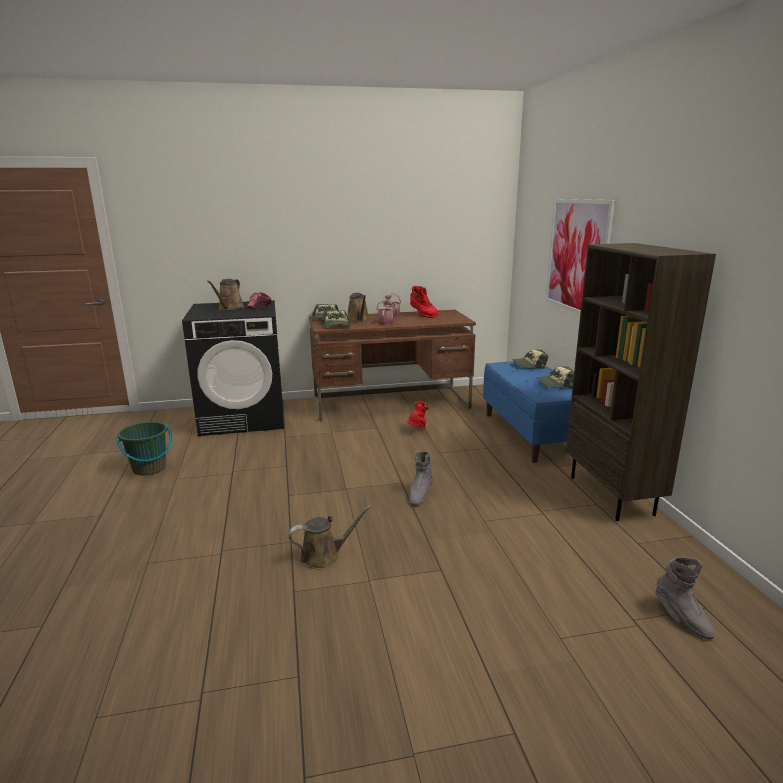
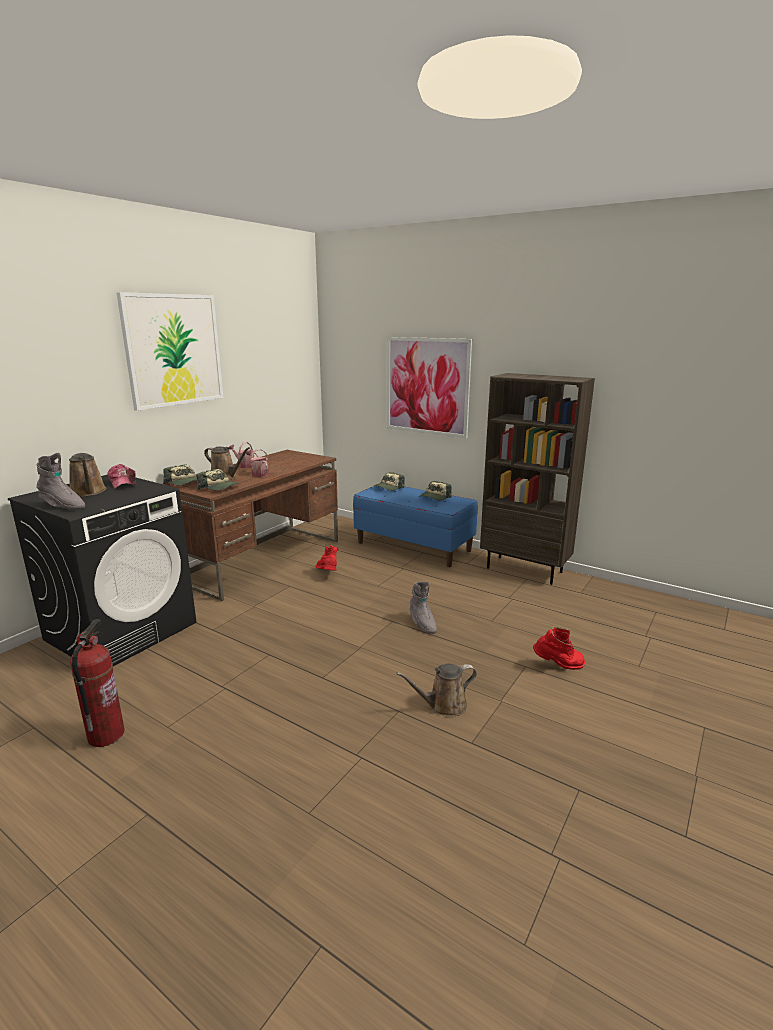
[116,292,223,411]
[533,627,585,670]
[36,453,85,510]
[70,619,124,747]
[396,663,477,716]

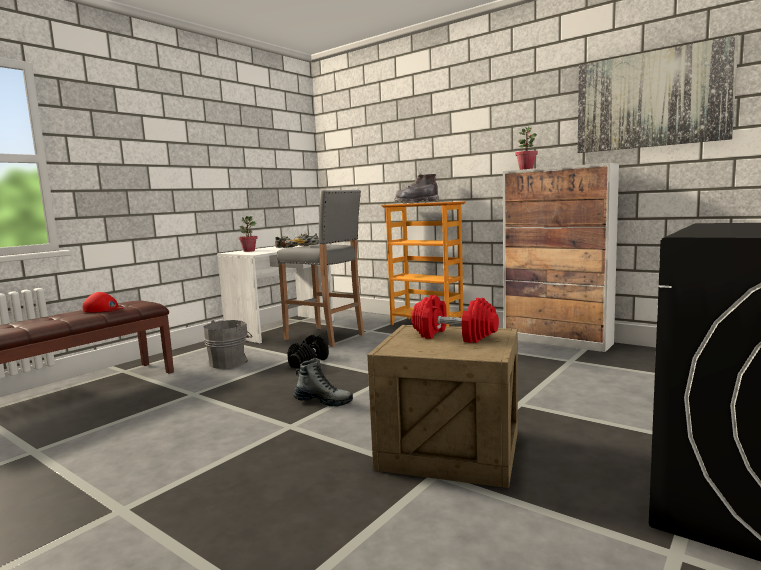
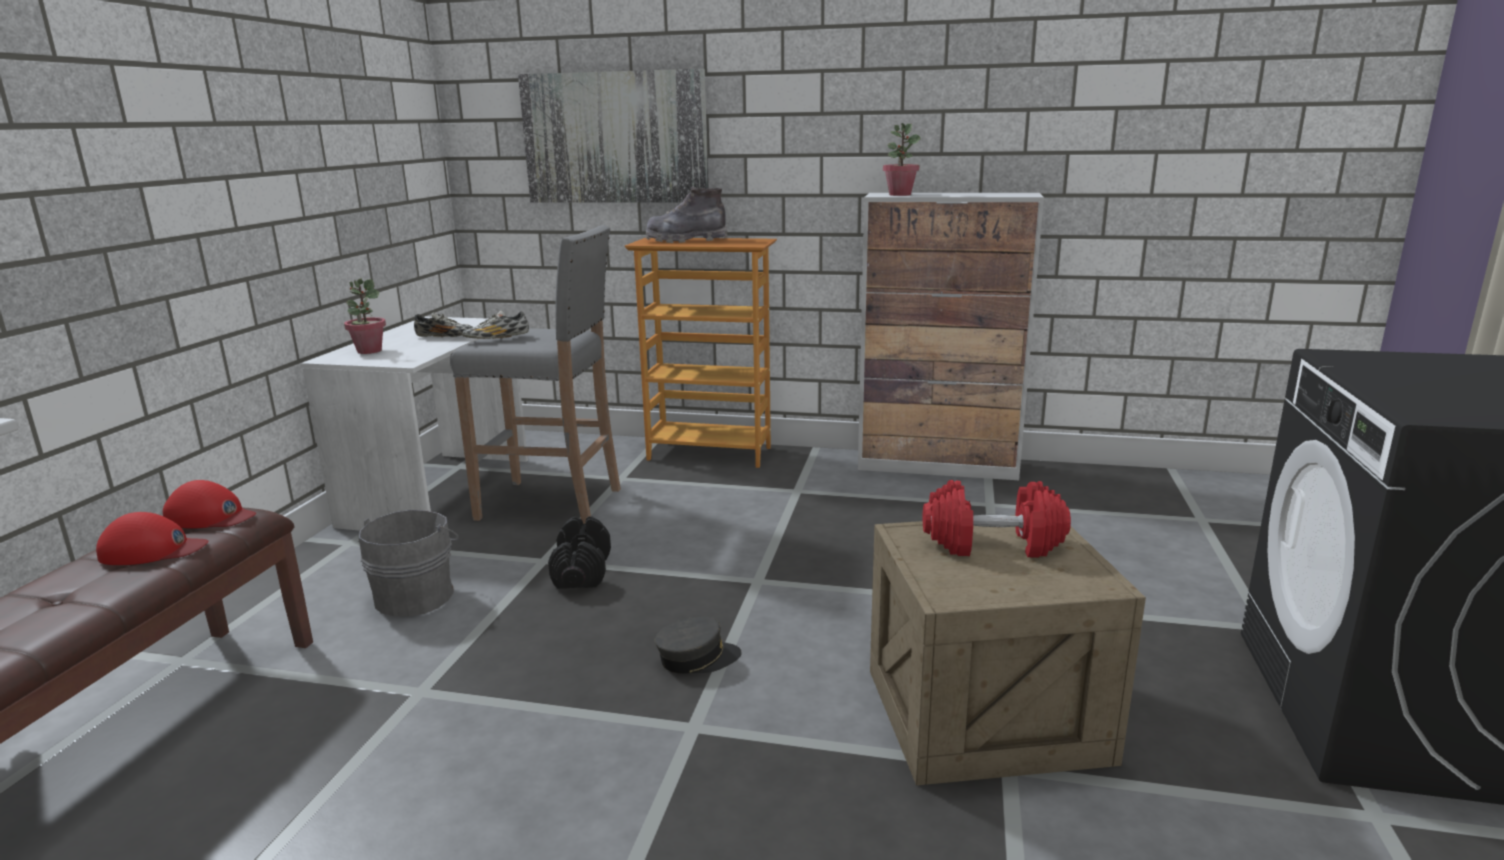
[163,480,256,529]
[518,69,709,203]
[655,616,742,674]

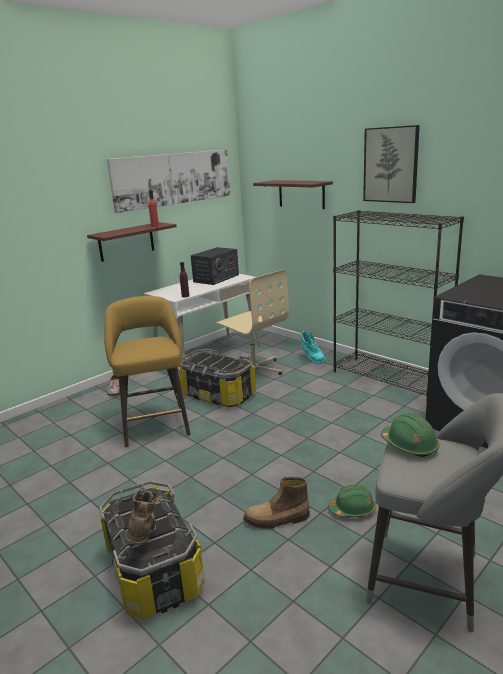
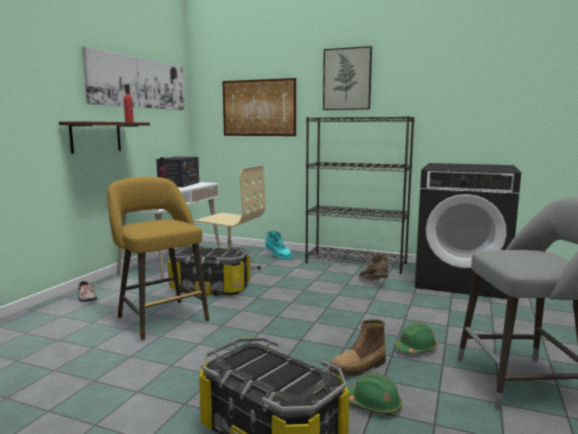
[358,253,388,280]
[348,373,402,415]
[222,78,296,136]

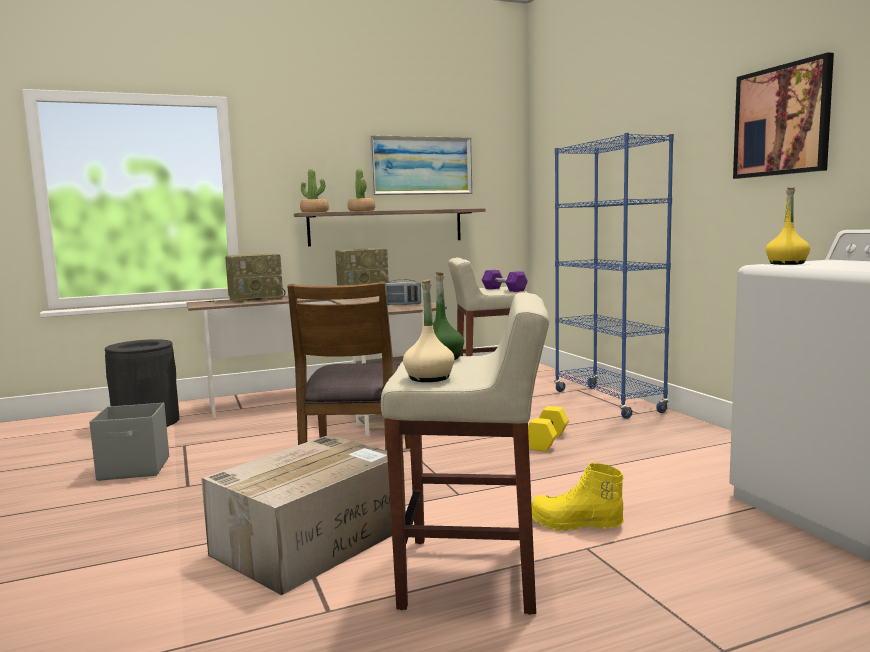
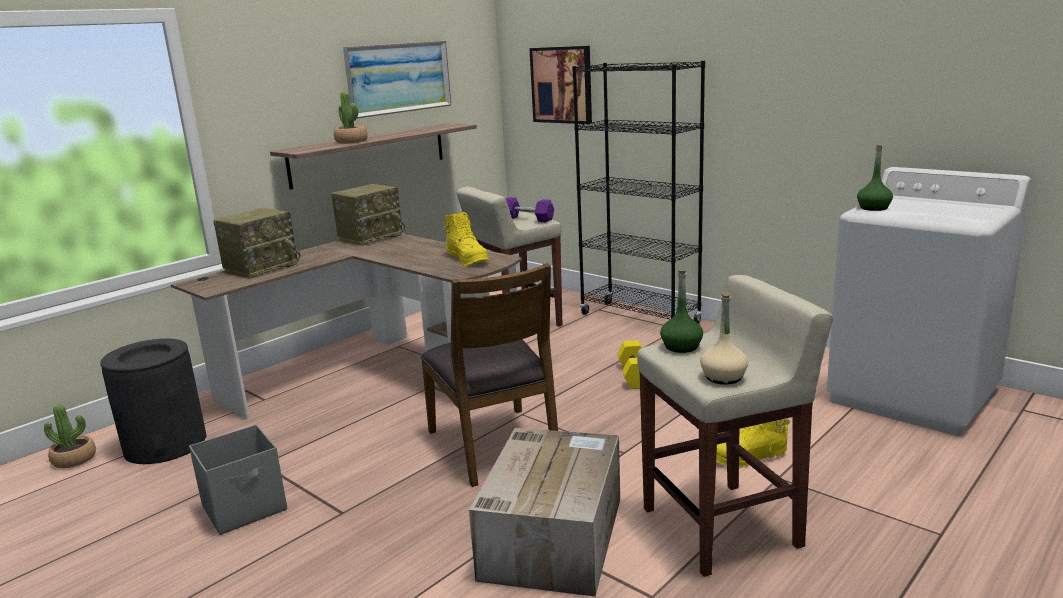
[44,404,96,468]
[529,46,592,124]
[444,212,489,265]
[572,61,705,324]
[857,144,893,211]

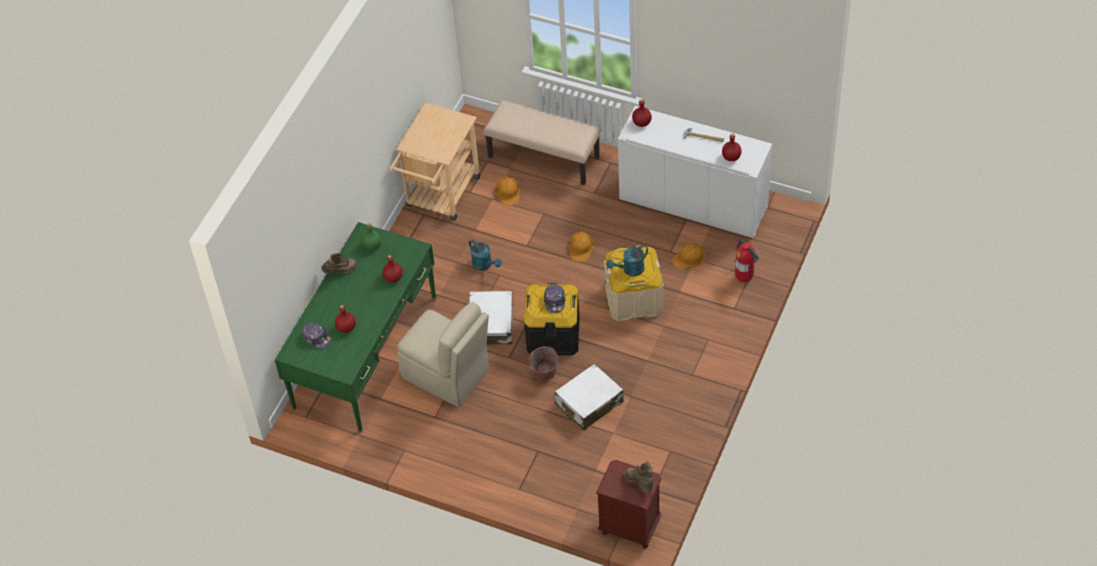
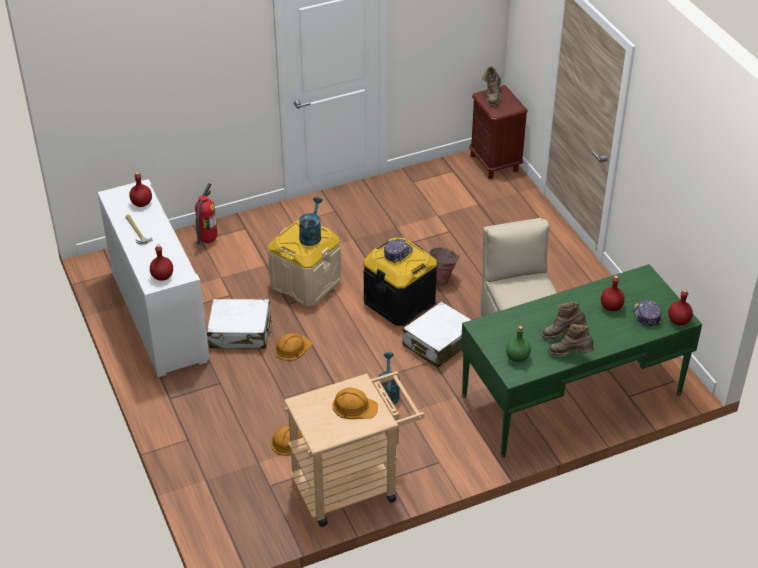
[484,100,601,185] (first image)
[542,302,587,339]
[668,289,693,325]
[207,299,272,349]
[332,387,378,419]
[299,197,323,246]

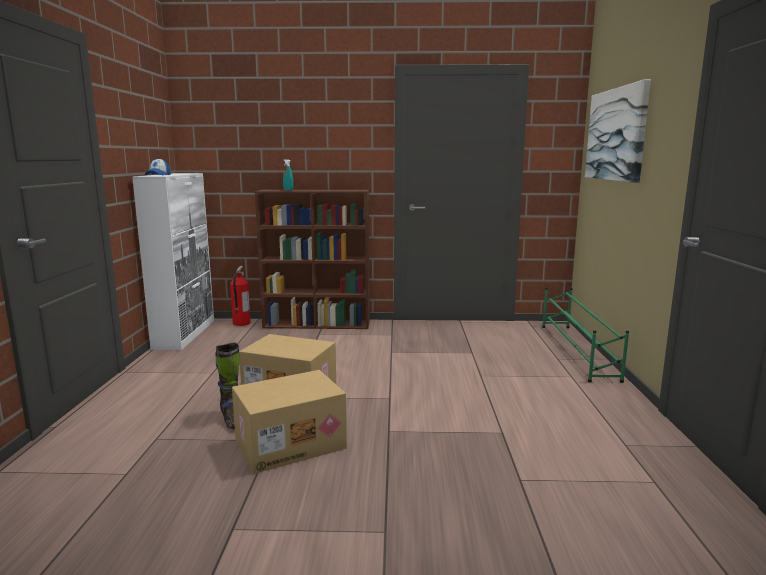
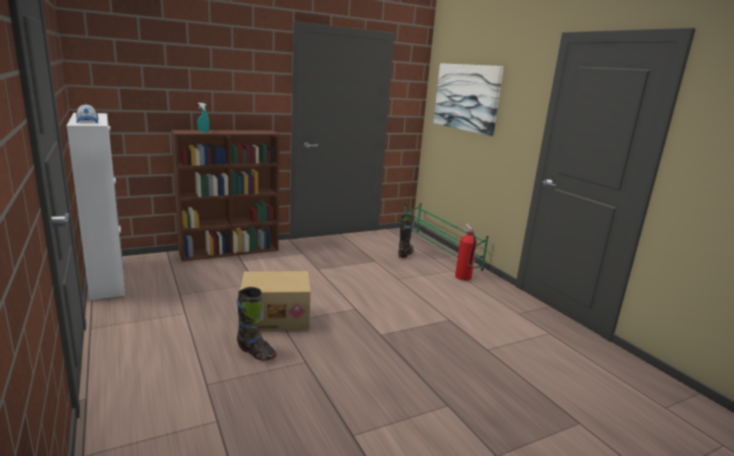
[232,370,347,474] (first image)
[398,215,415,258]
[455,224,477,281]

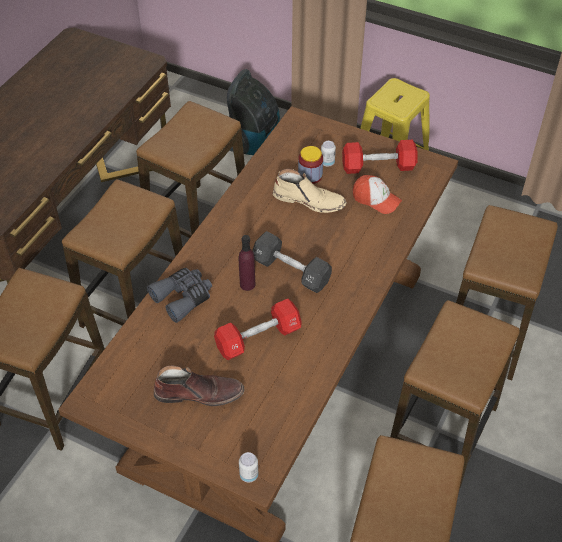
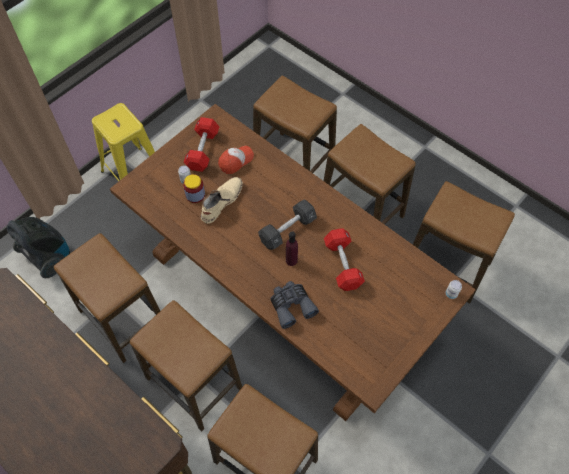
[154,365,244,406] (first image)

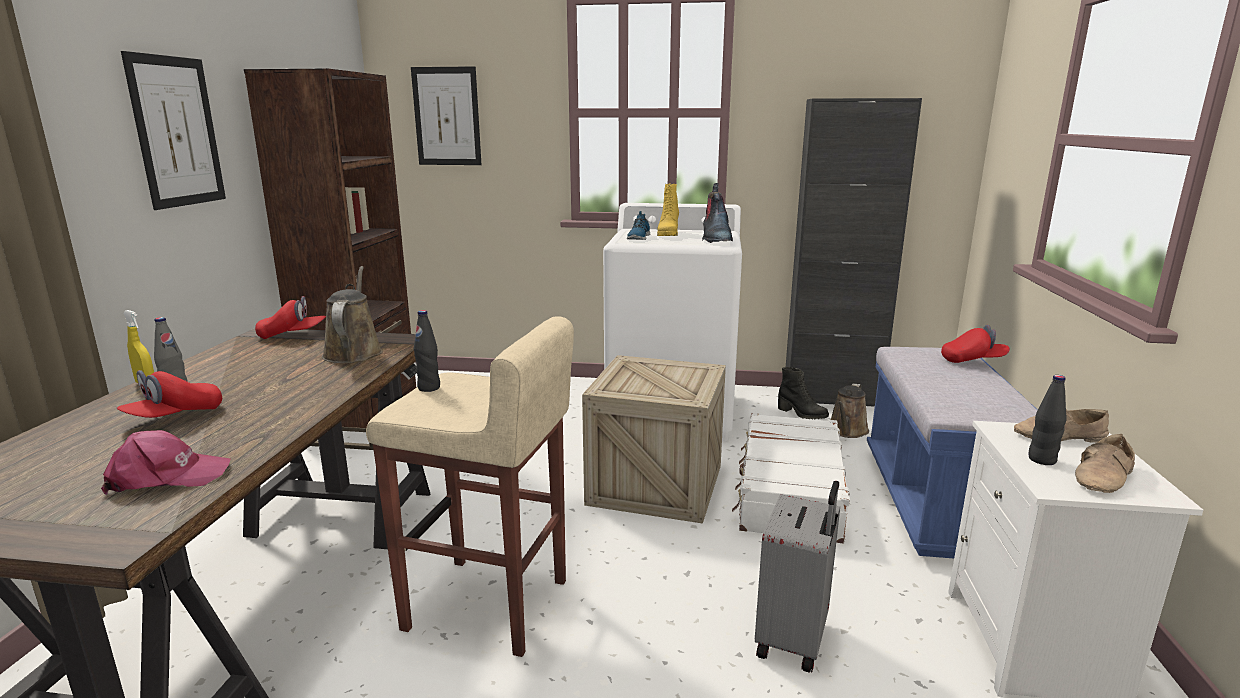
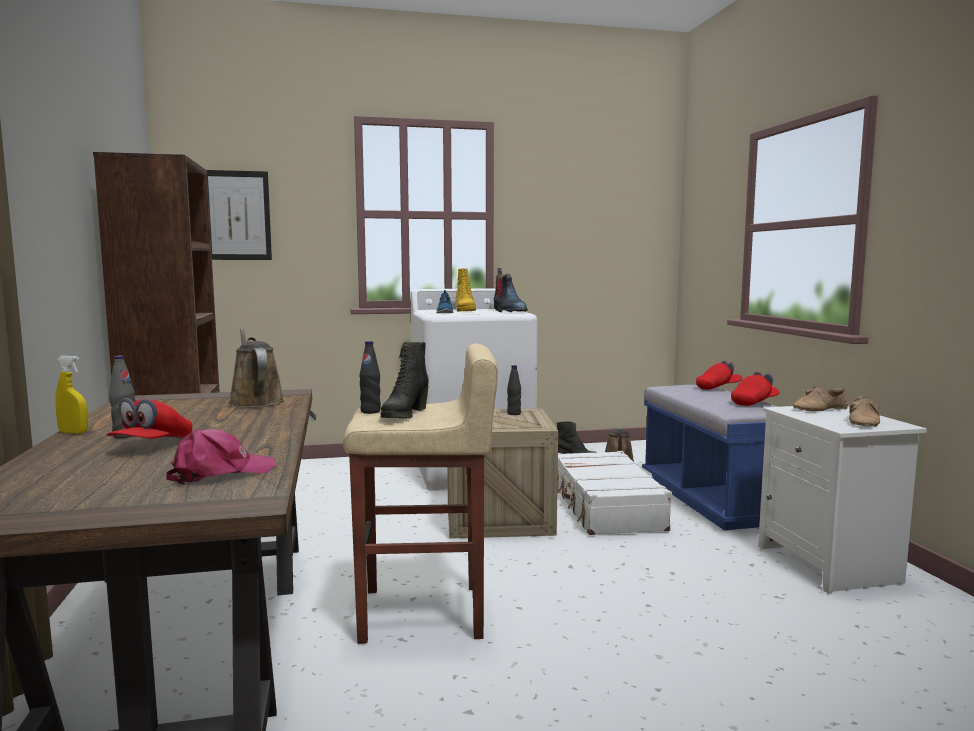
[121,51,226,210] (first image)
[755,481,840,672] (first image)
[786,98,922,407] (first image)
[380,342,429,418]
[731,372,780,406]
[507,365,521,415]

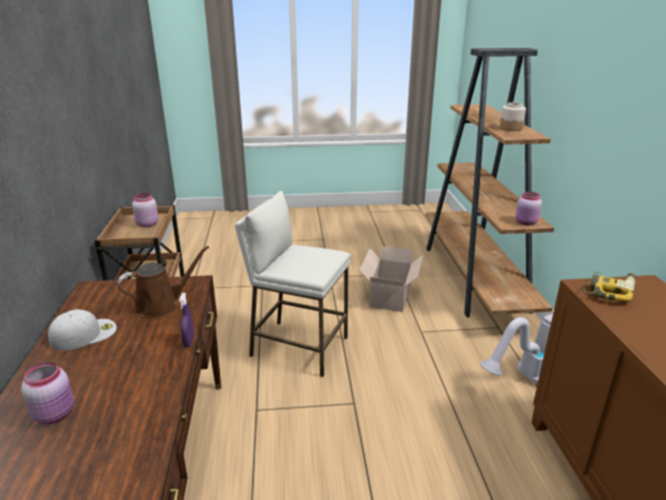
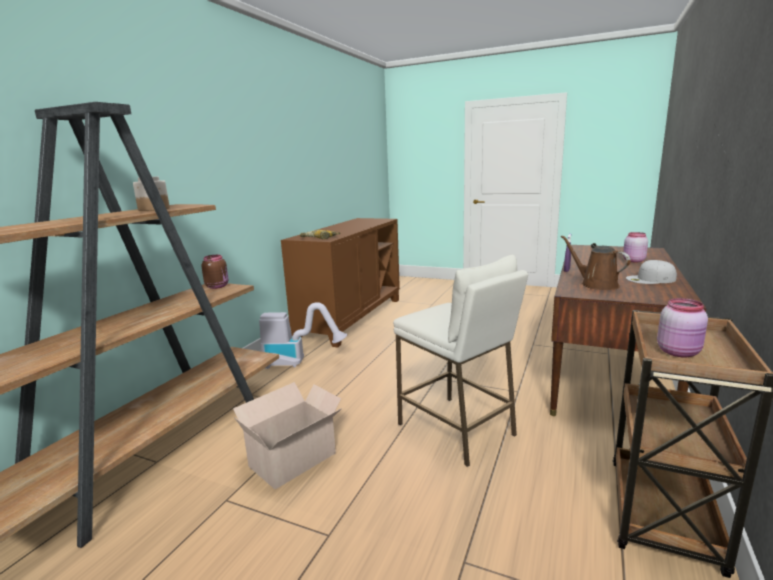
[201,255,228,289]
[561,235,631,290]

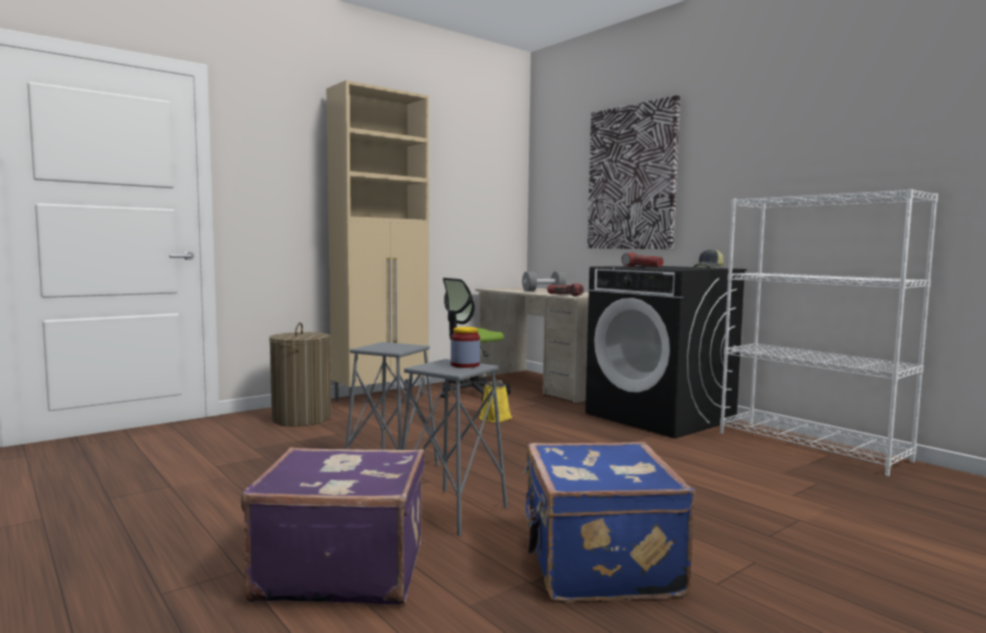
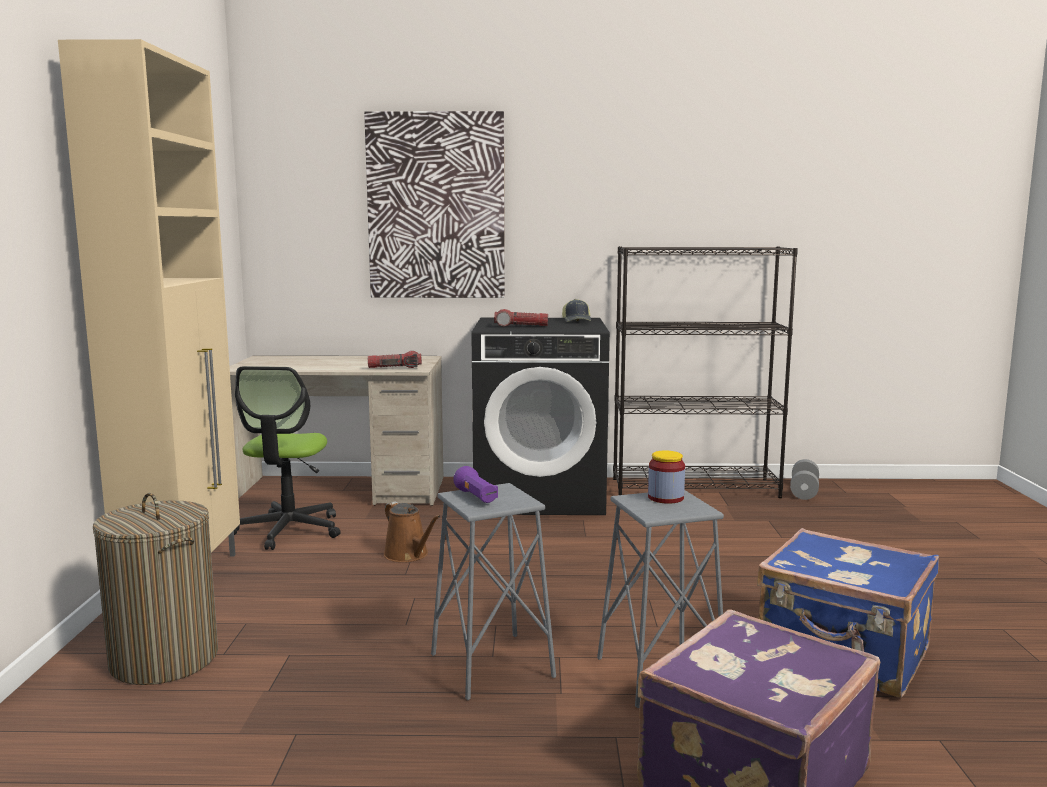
[453,466,498,503]
[790,459,819,500]
[384,502,440,562]
[613,246,798,498]

